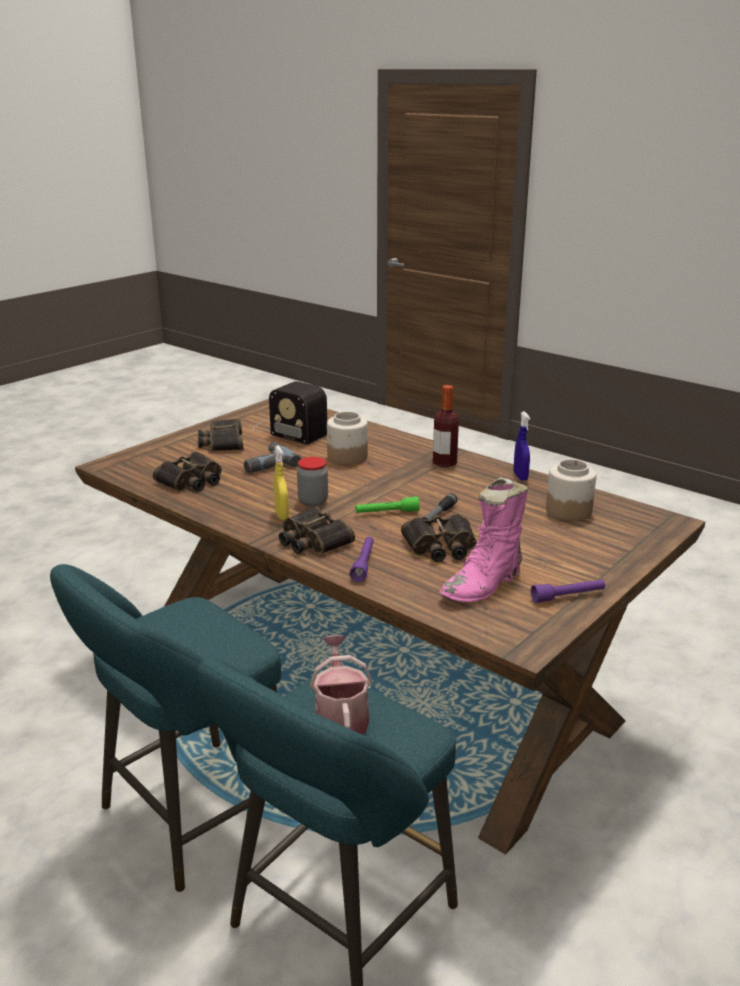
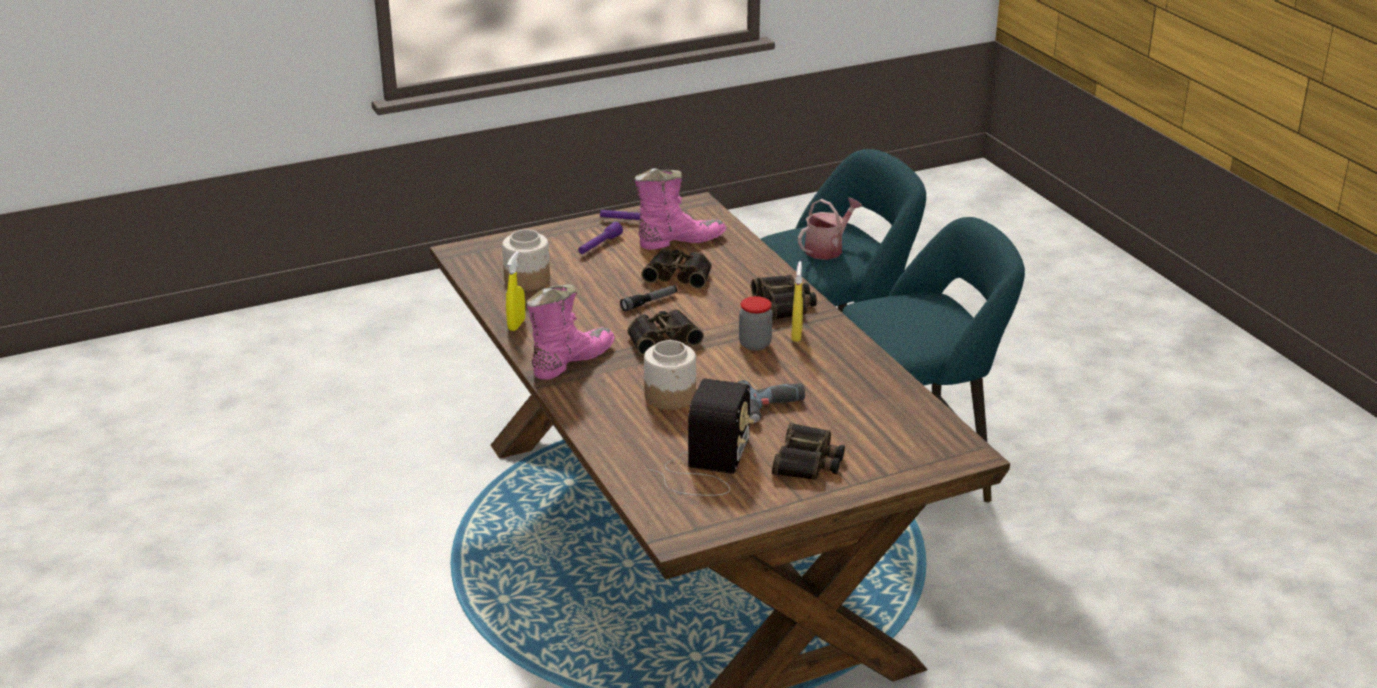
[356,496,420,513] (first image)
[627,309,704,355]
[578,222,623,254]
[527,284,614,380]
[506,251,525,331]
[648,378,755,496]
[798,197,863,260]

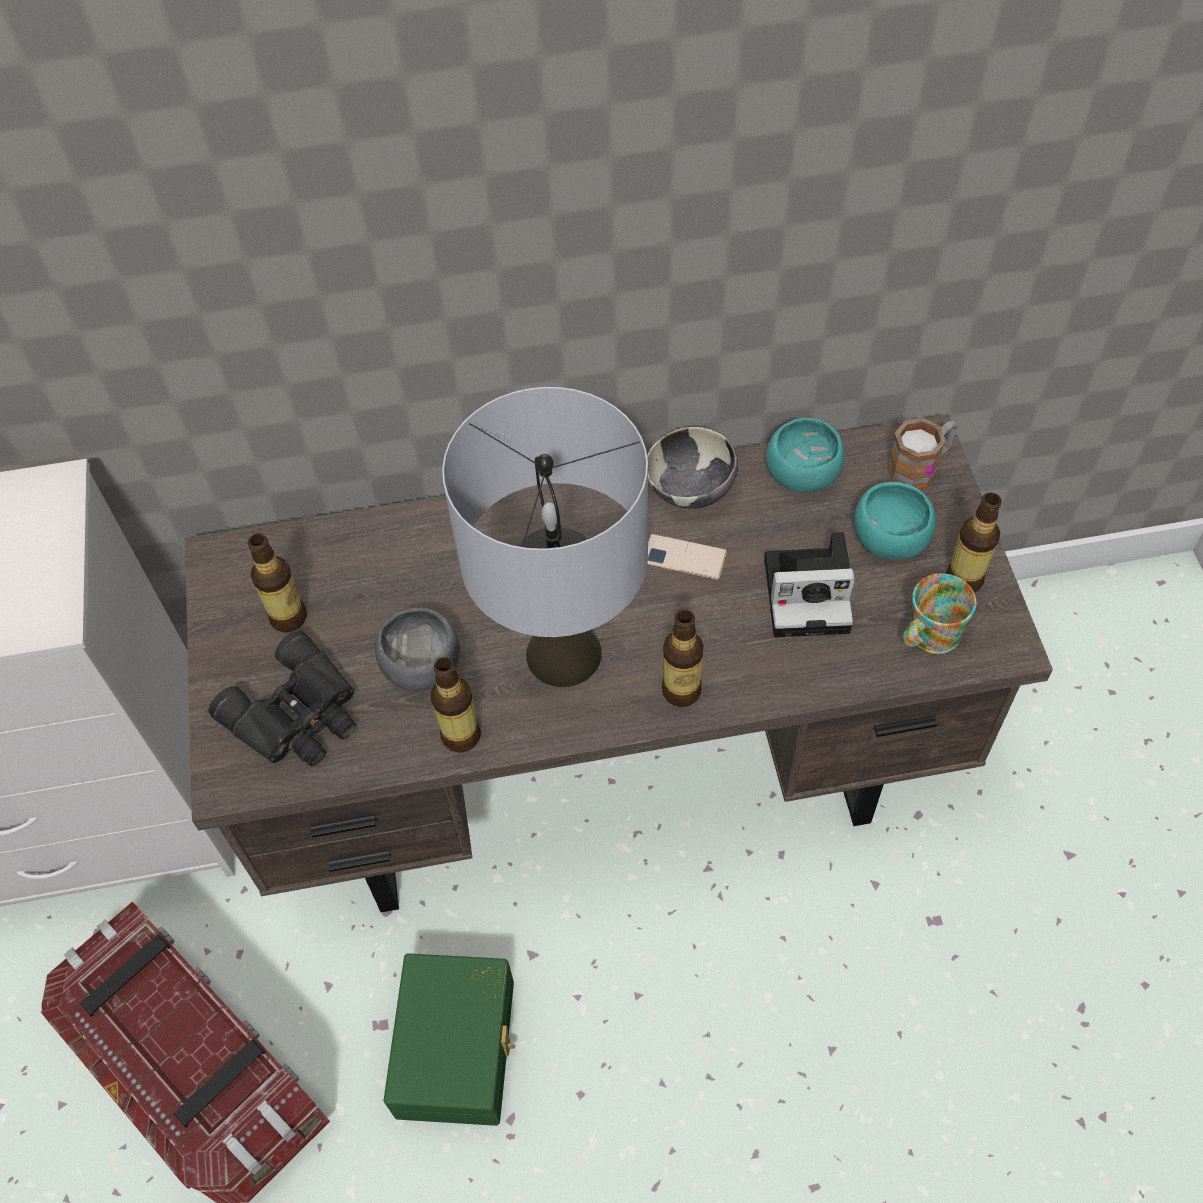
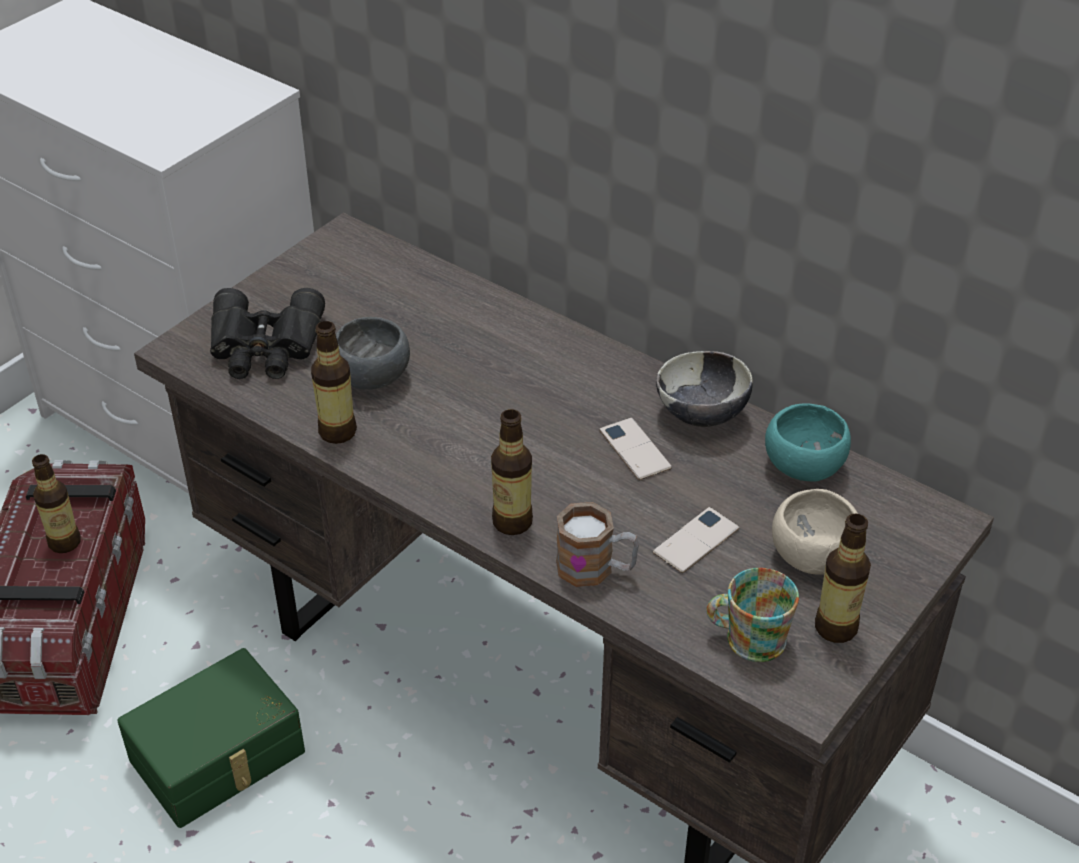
[442,387,648,687] (first image)
[32,454,81,553]
[556,502,639,587]
[653,507,739,573]
[772,489,858,575]

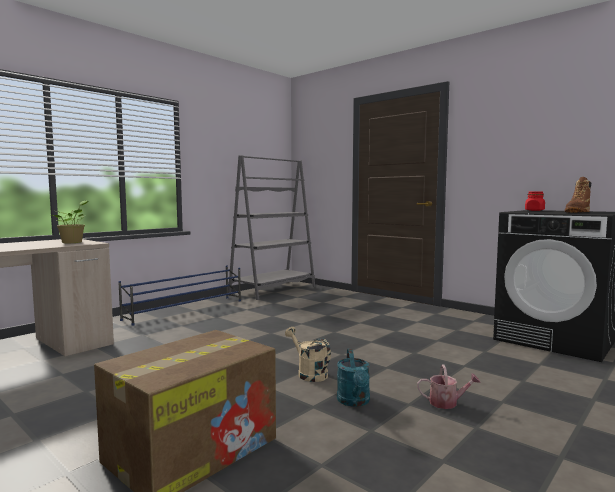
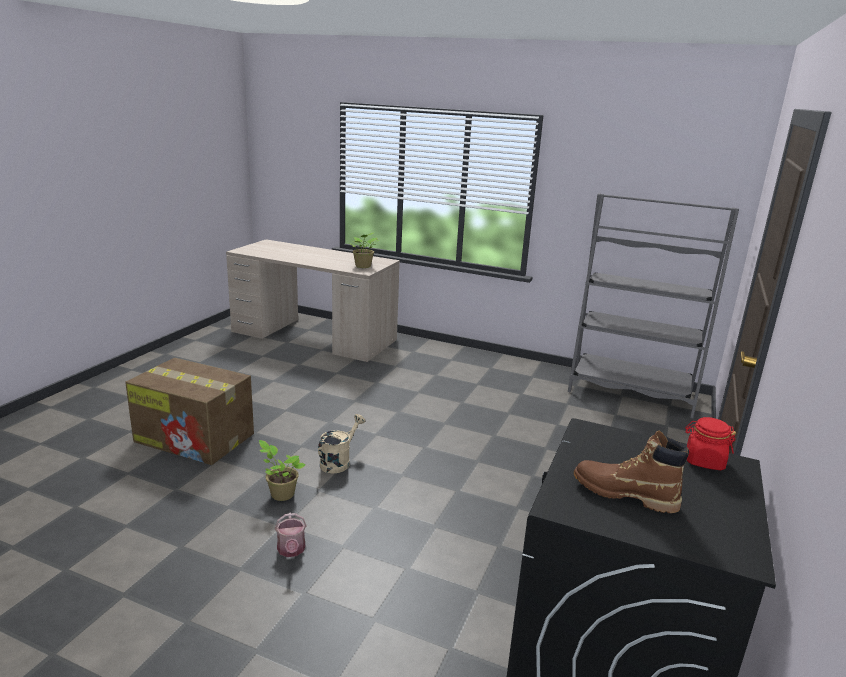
[118,265,241,326] (first image)
[259,440,306,501]

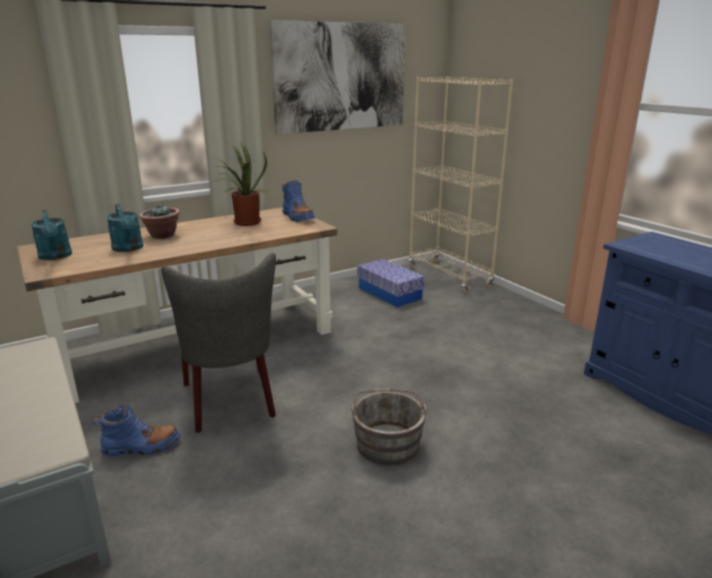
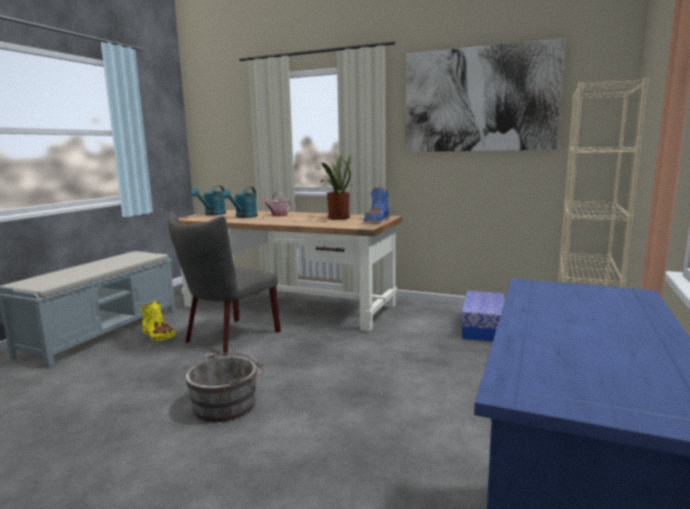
[261,192,290,217]
[141,301,176,341]

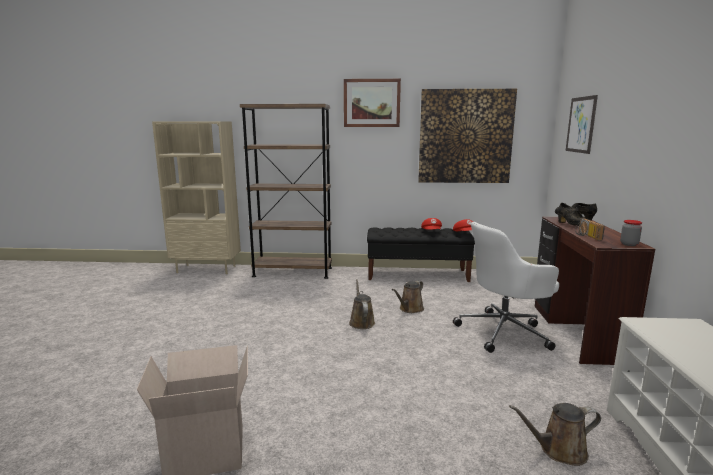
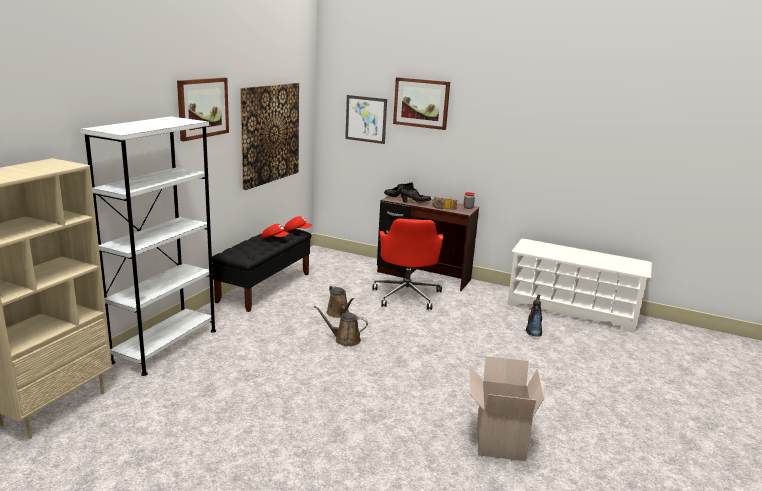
[393,77,450,130]
[526,295,542,337]
[80,116,216,376]
[372,218,443,310]

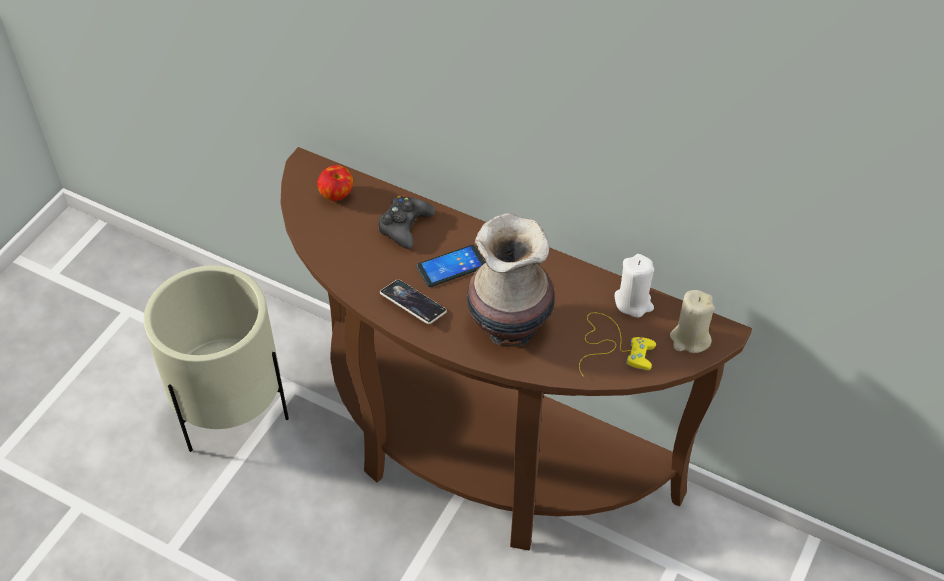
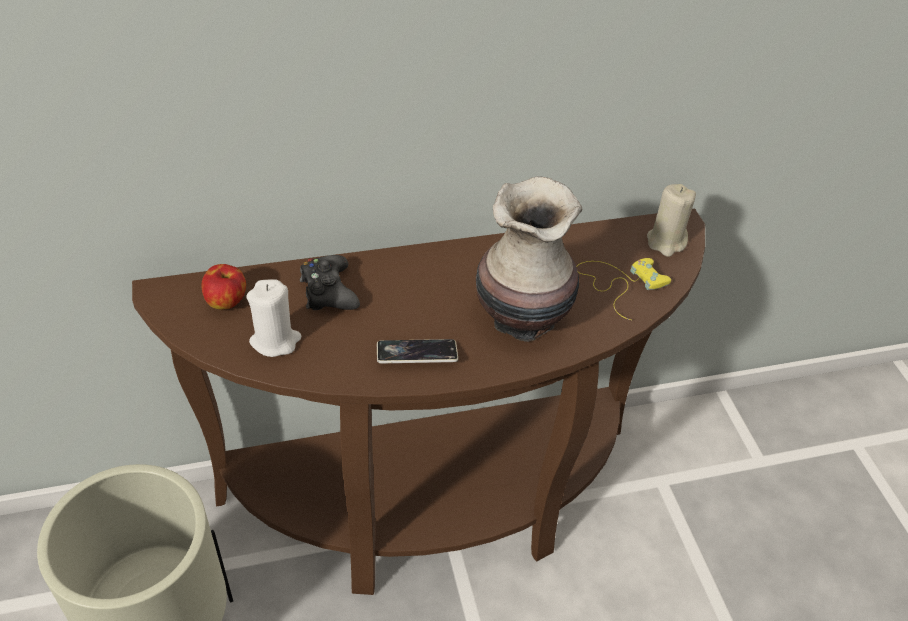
[417,245,485,287] (first image)
[246,279,301,357]

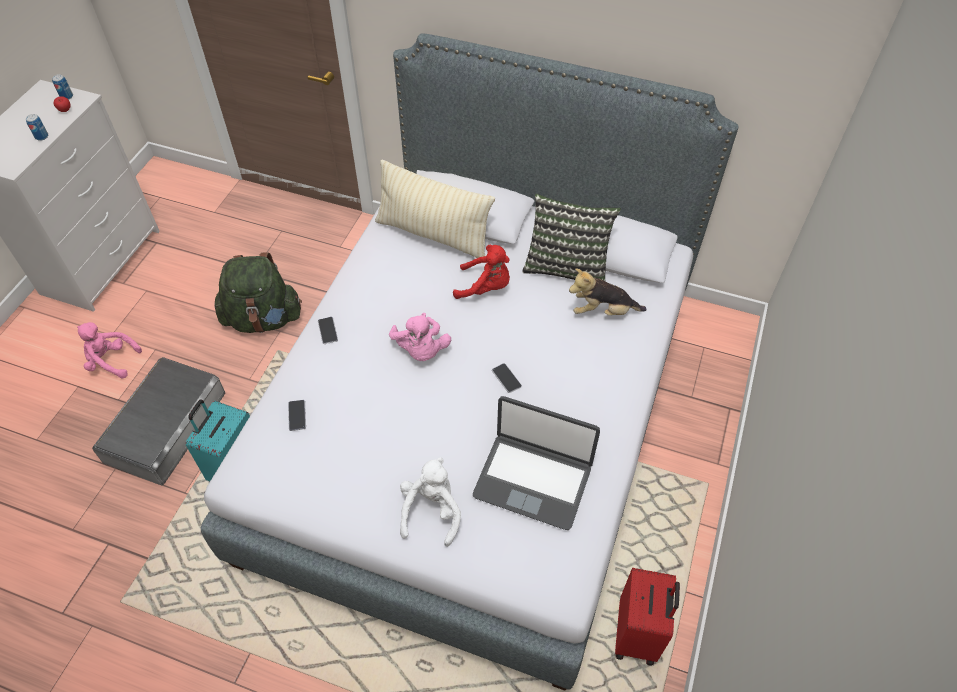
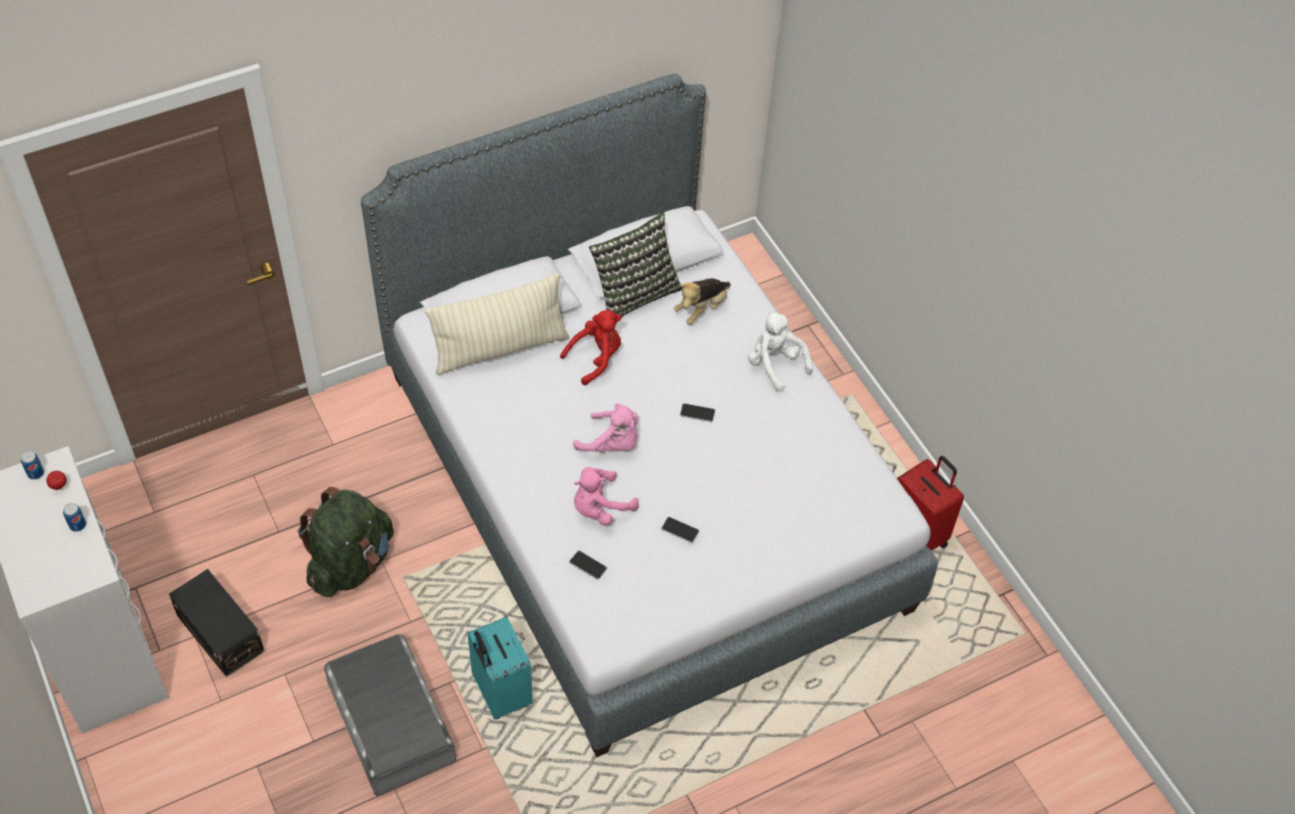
[473,396,600,530] (first image)
[169,569,265,677]
[574,467,639,526]
[661,517,699,543]
[748,311,813,392]

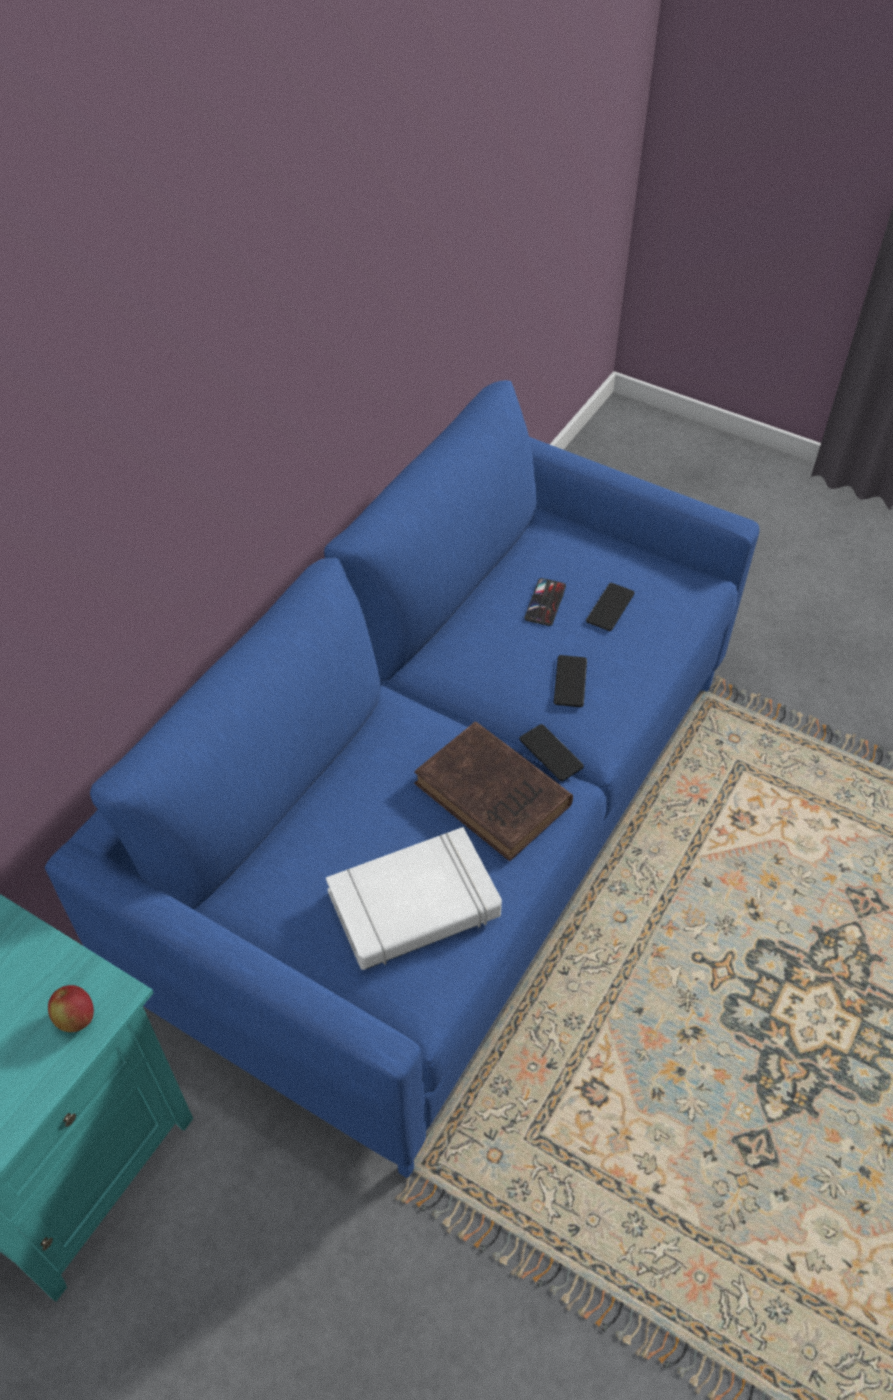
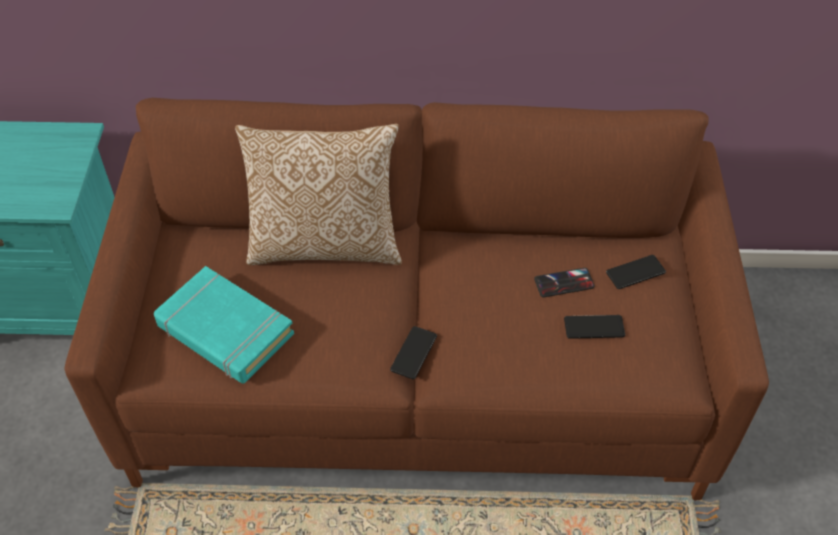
[48,985,94,1032] (first image)
[414,722,573,861] (first image)
[235,124,402,265]
[606,255,666,289]
[65,98,769,501]
[154,266,294,383]

